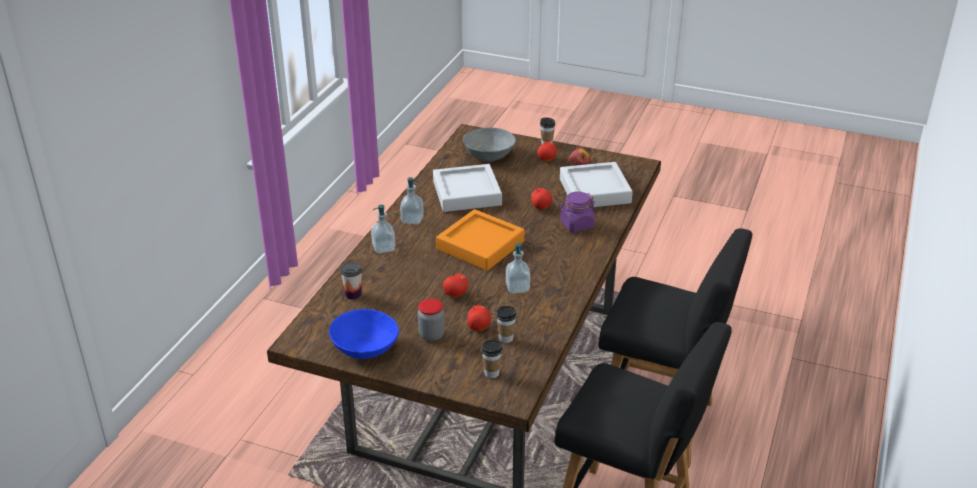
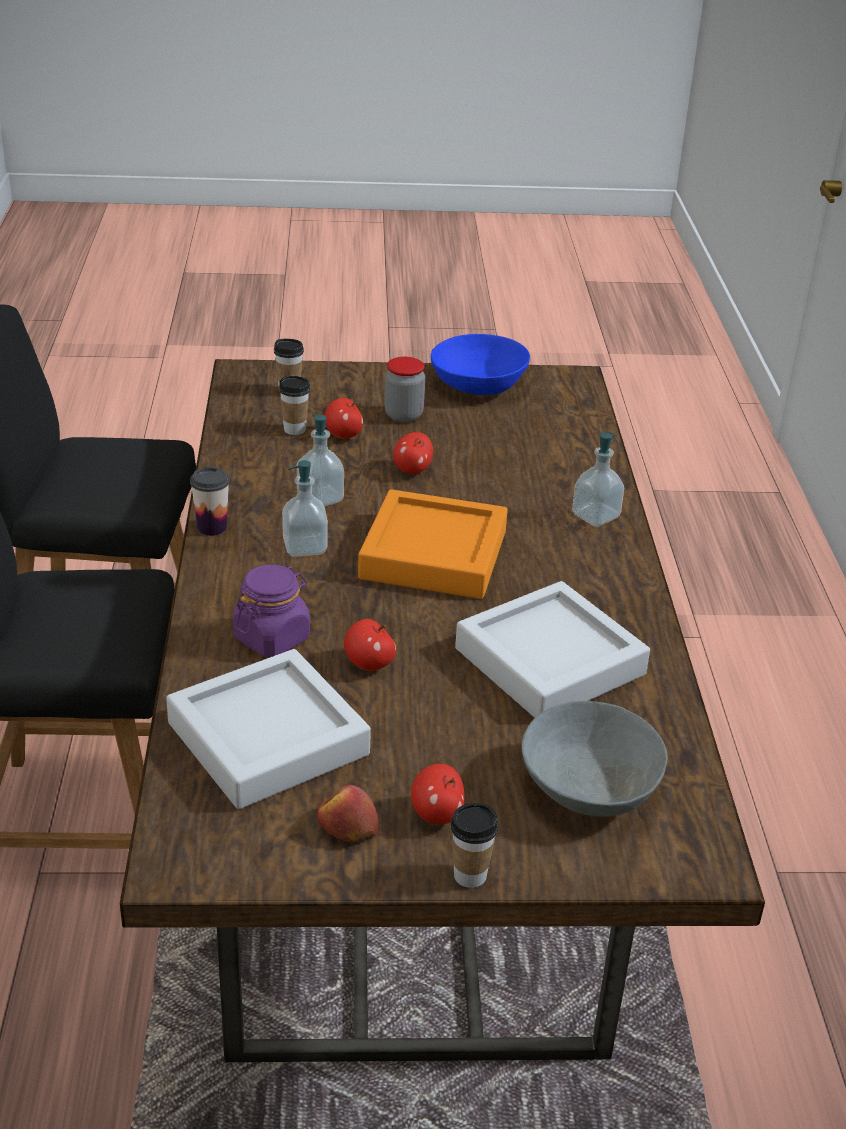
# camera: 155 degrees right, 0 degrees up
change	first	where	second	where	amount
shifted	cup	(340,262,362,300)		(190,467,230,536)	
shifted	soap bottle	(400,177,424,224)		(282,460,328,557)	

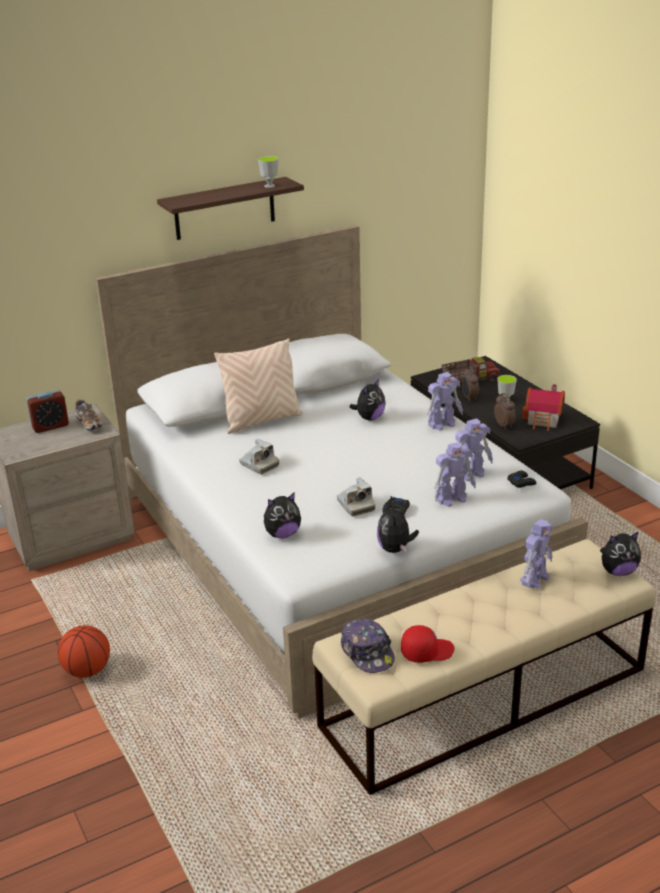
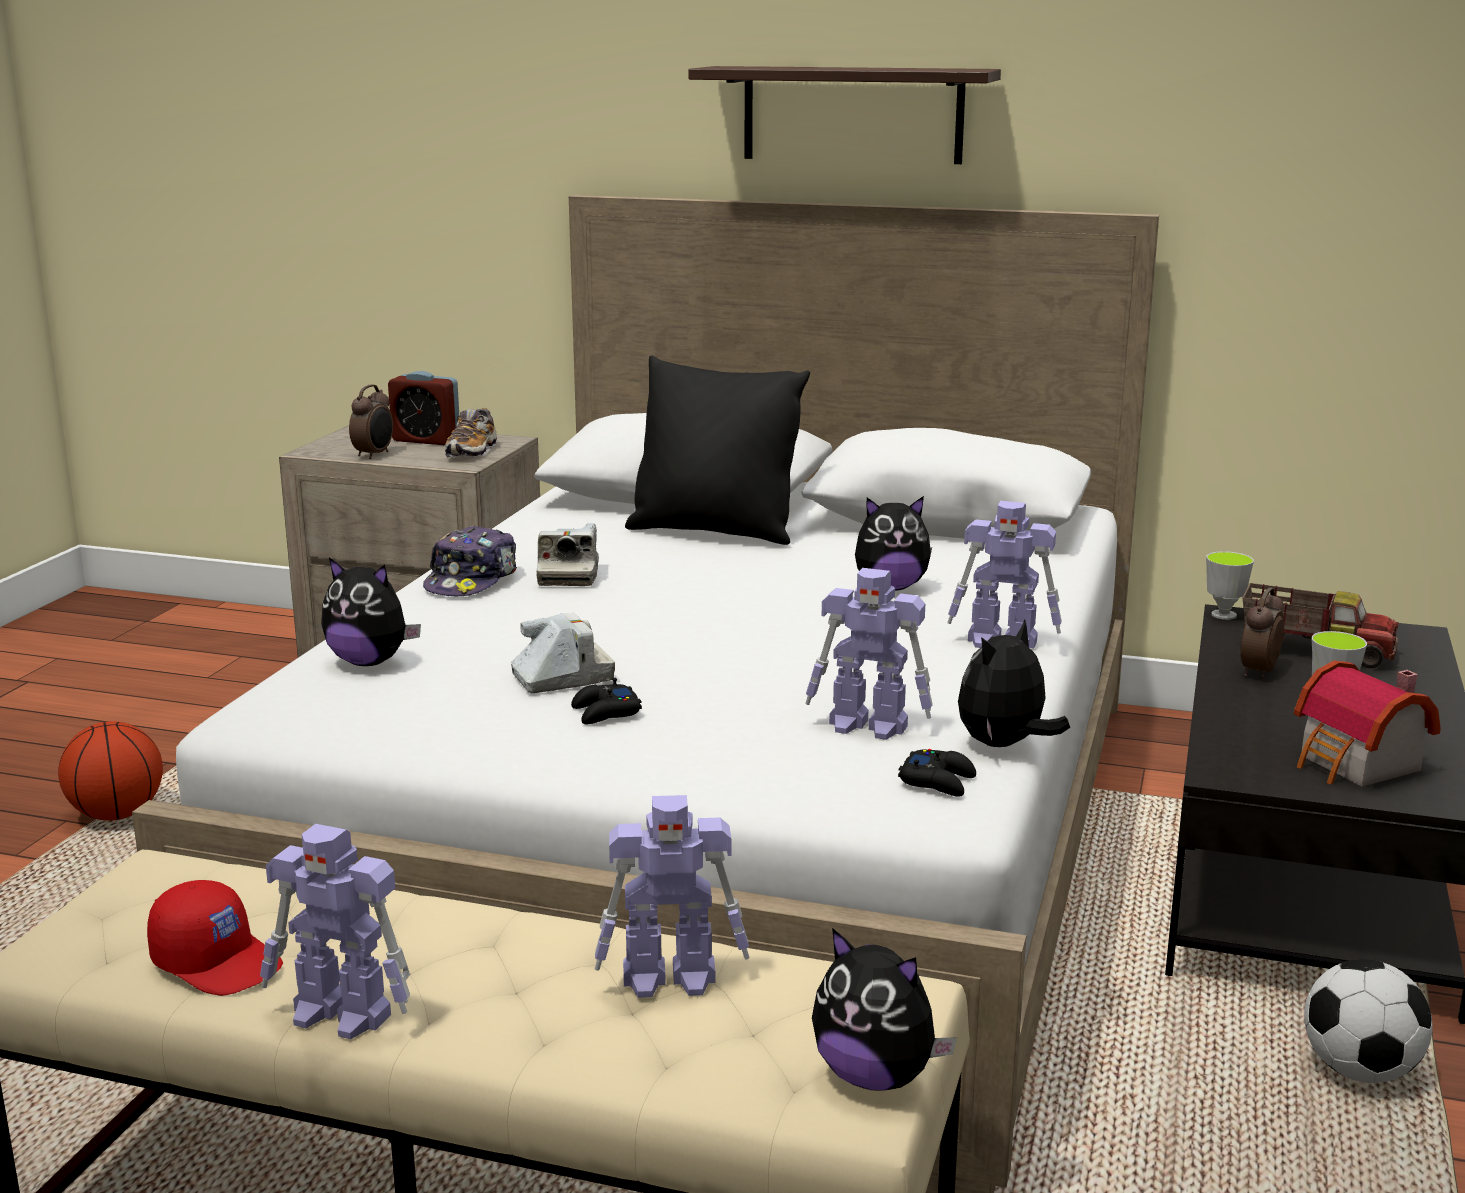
# camera: 45 degrees right, 10 degrees down
change	first	where	second	where	amount
repainted	beige throw pillow	(214,338,303,434)	black throw pillow	(625,355,810,545)	
shifted	cup	(258,156,279,188)		(1206,551,1254,620)	
rotated	still camera	(337,477,376,517)		(511,612,615,693)	135 degrees counterclockwise
shifted	peaked cap	(341,618,395,673)		(423,525,517,596)	
shifted	soft toy	(377,501,419,553)		(958,620,1070,747)	
shifted	model robot	(434,442,476,507)		(260,824,410,1039)	
shifted	bedside clock	(494,393,516,429)		(349,384,393,459)	
new			football ball	(1304,959,1432,1083)	

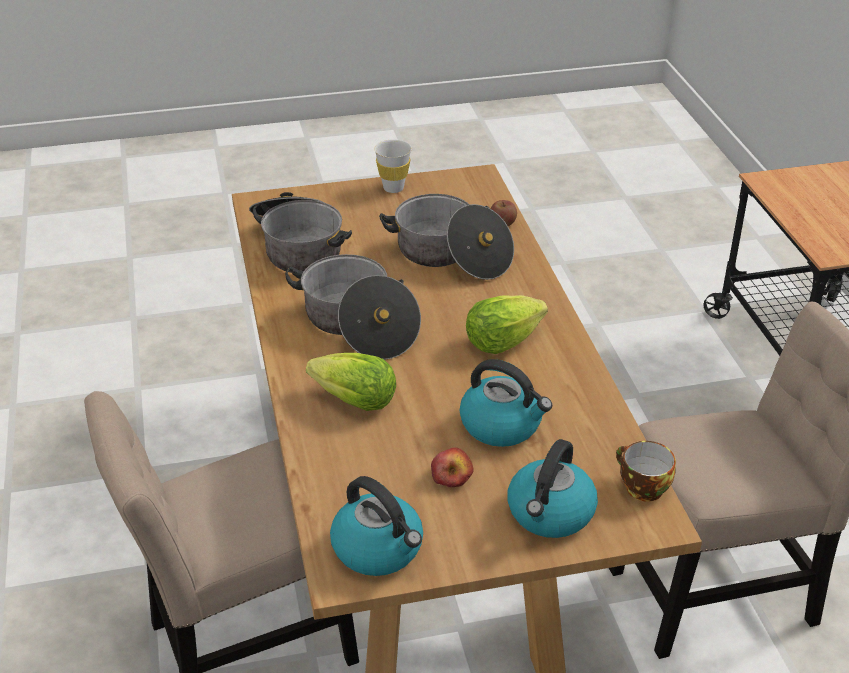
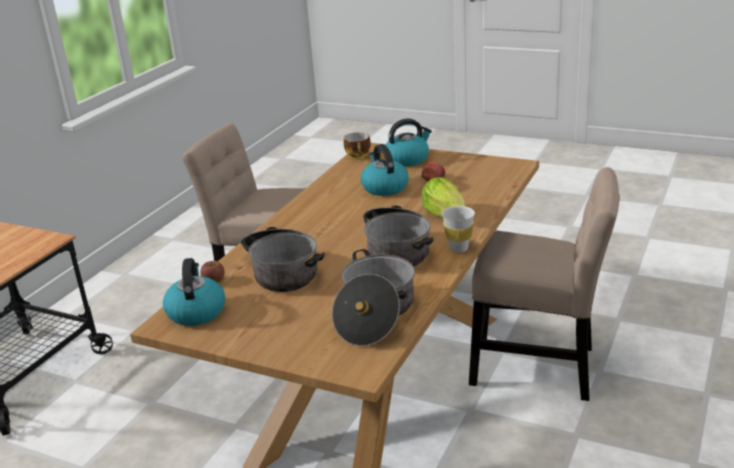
# camera: 140 degrees left, 10 degrees down
change	first	where	second	where	amount
shifted	tea kettle	(330,476,423,576)		(163,258,225,326)	
shifted	whitish cup	(374,139,412,193)		(442,206,475,253)	
gone	head of lettuce	(466,295,548,354)			

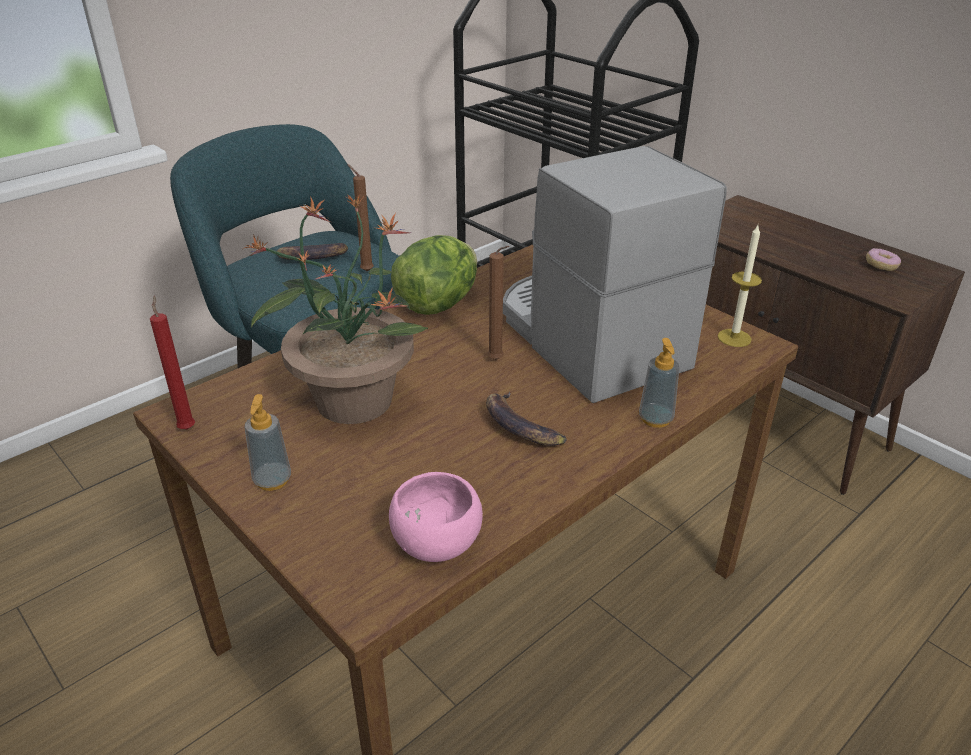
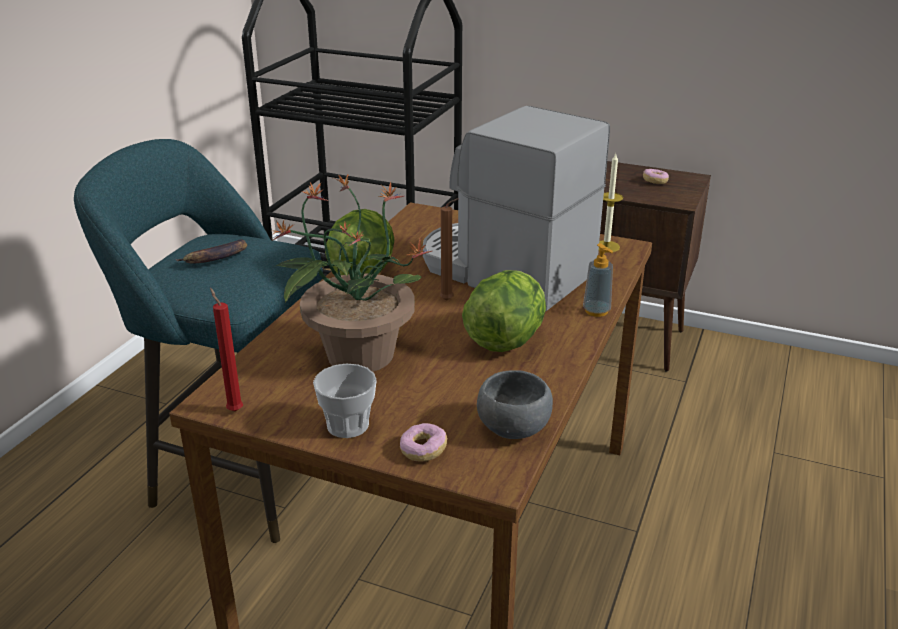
# camera: 25 degrees left, 5 degrees down
change	first	where	second	where	amount
swapped	soap bottle	(245,394,291,491)	cup	(313,364,377,438)	
gone	brown wax candle	(347,164,374,272)			
repainted	pink deep dish	(389,472,483,562)	gray deep dish	(477,370,553,439)	
swapped	banana	(486,392,567,446)	head of lettuce	(462,270,546,352)	
new			ring doughnut	(400,423,447,462)	

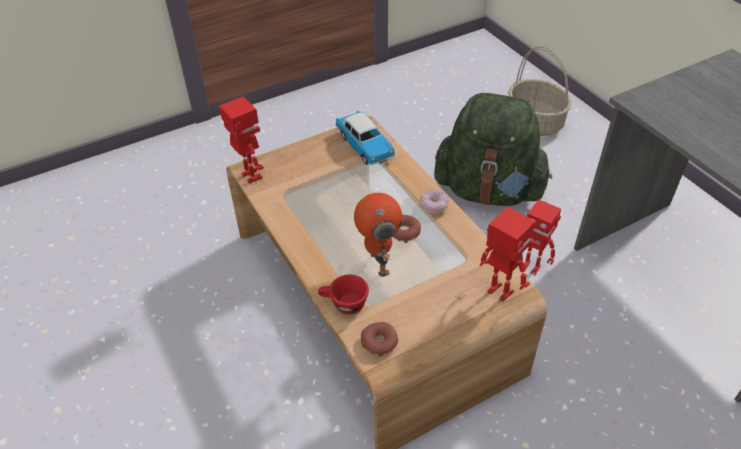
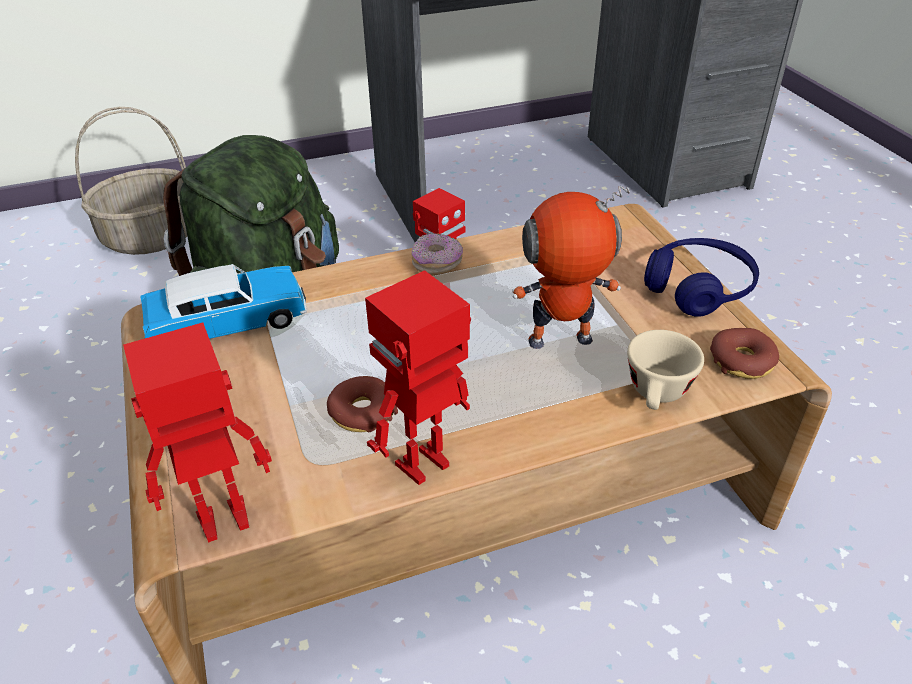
# camera: 80 degrees left, 5 degrees down
change	first	where	second	where	amount
repainted	reddish cup	(318,275,369,314)	beige cup	(627,330,704,410)	
shifted	ring doughnut	(392,215,421,243)		(327,376,398,432)	
shifted	model robot	(480,206,535,301)		(365,270,471,485)	
new			blue-coloured headphones	(644,238,759,317)	

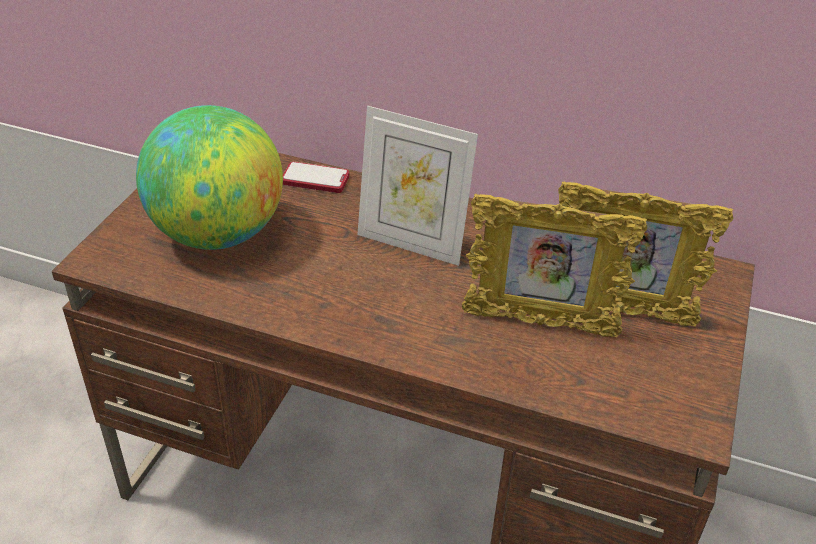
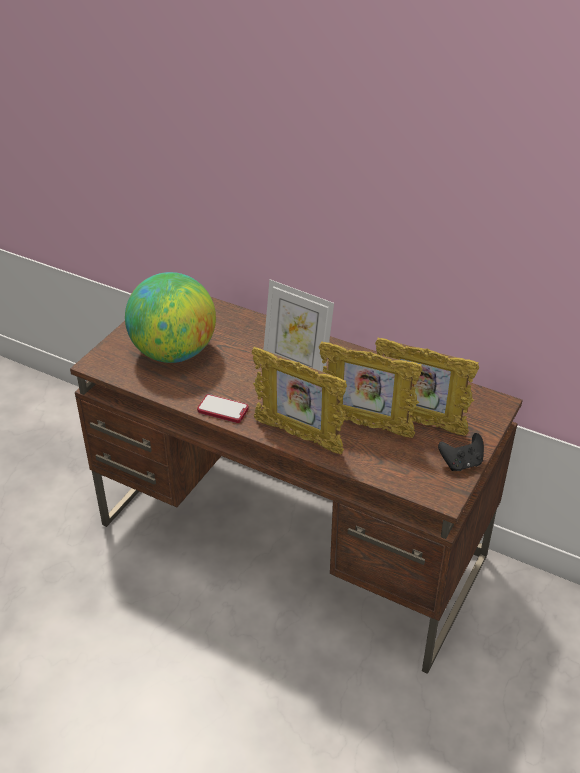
# camera: 10 degrees right, 0 degrees up
change	first	where	second	where	amount
shifted	handset	(283,162,349,193)		(197,394,249,423)	
new			picture frame	(252,347,347,455)	
new			black game controller	(438,433,484,471)	

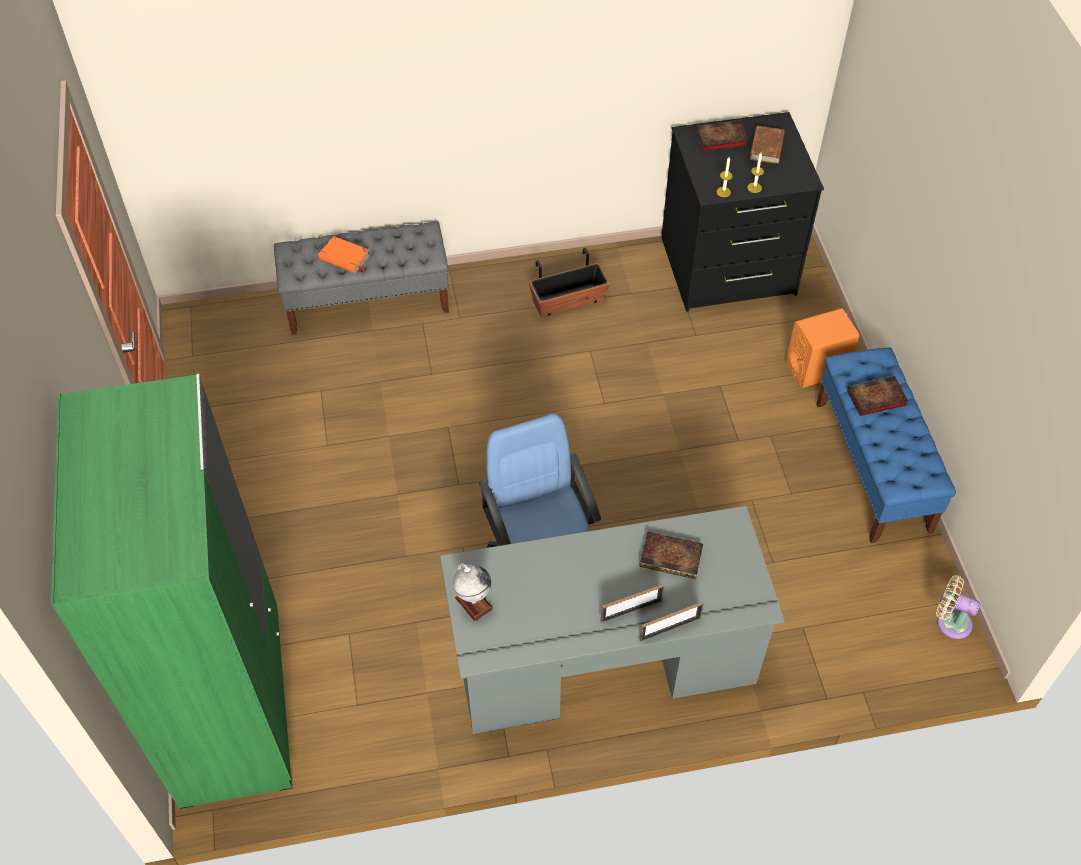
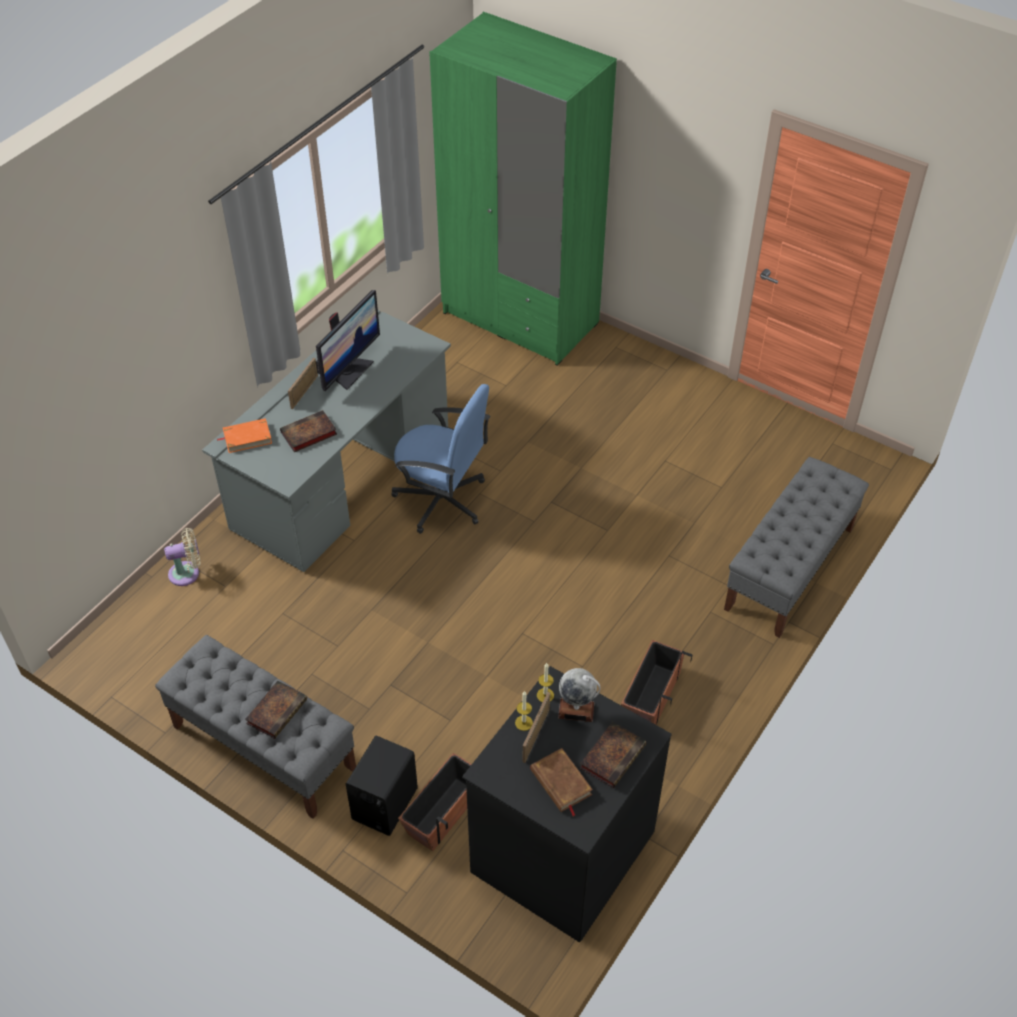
# camera: 135 degrees right, 5 degrees down
change	first	where	second	where	amount
shifted	orangey book	(318,236,370,273)		(218,418,272,453)	
shifted	world globe	(453,563,494,622)		(558,668,600,722)	
shifted	picture frame	(639,602,704,642)		(522,692,550,763)	
repainted	orangey speaker	(786,308,859,388)	black speaker	(346,736,418,836)	
repainted	blue-coloured long seat	(816,348,956,543)	gray long seat	(155,635,356,819)	
shifted	beige cooling fan	(936,575,980,639)		(164,528,201,586)	
new			monitor	(316,290,380,391)	
new			plant pot	(398,753,472,851)	

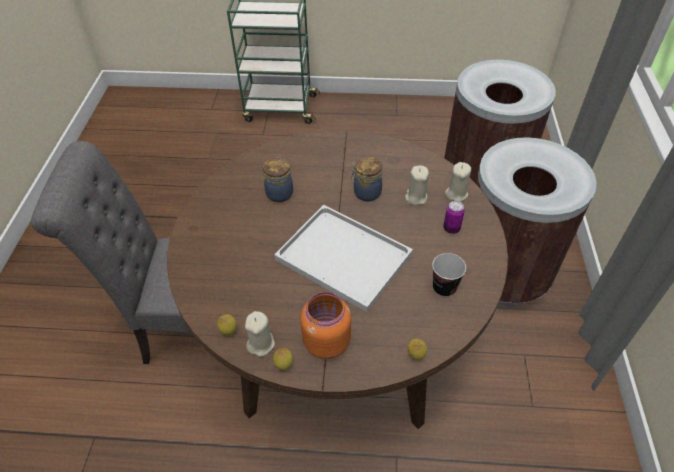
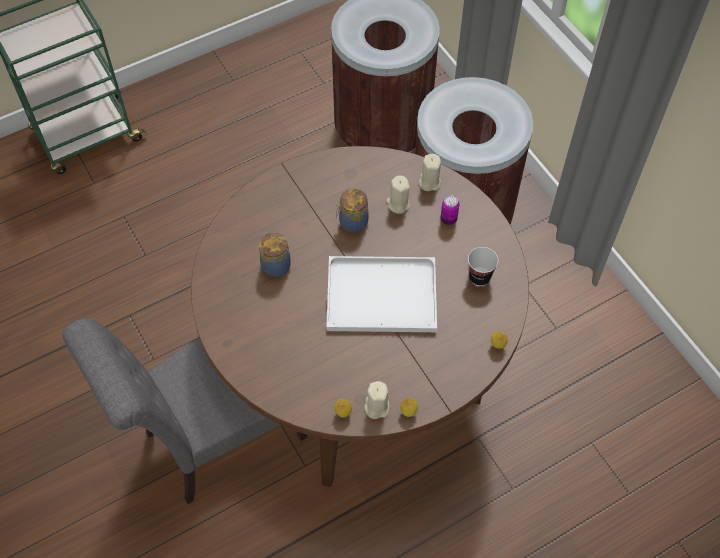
# camera: 35 degrees left, 10 degrees up
change	first	where	second	where	amount
gone	orangey storage jar	(301,292,351,359)			

